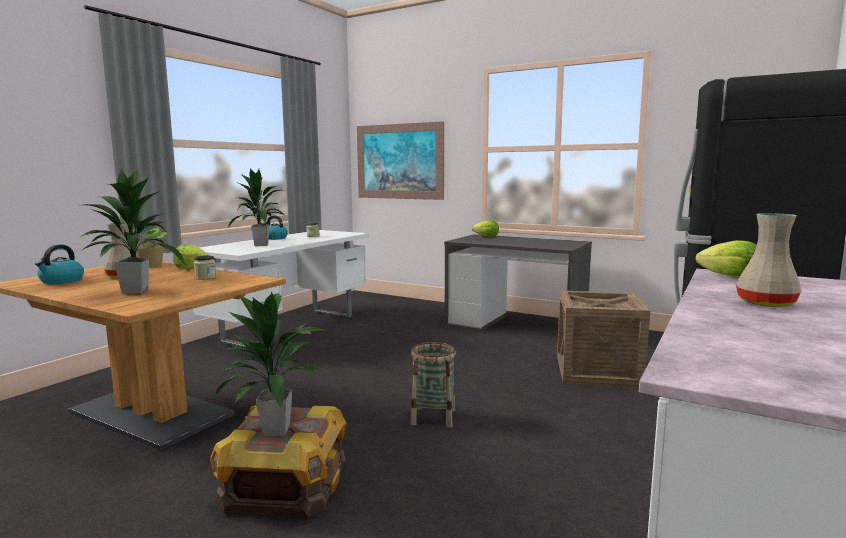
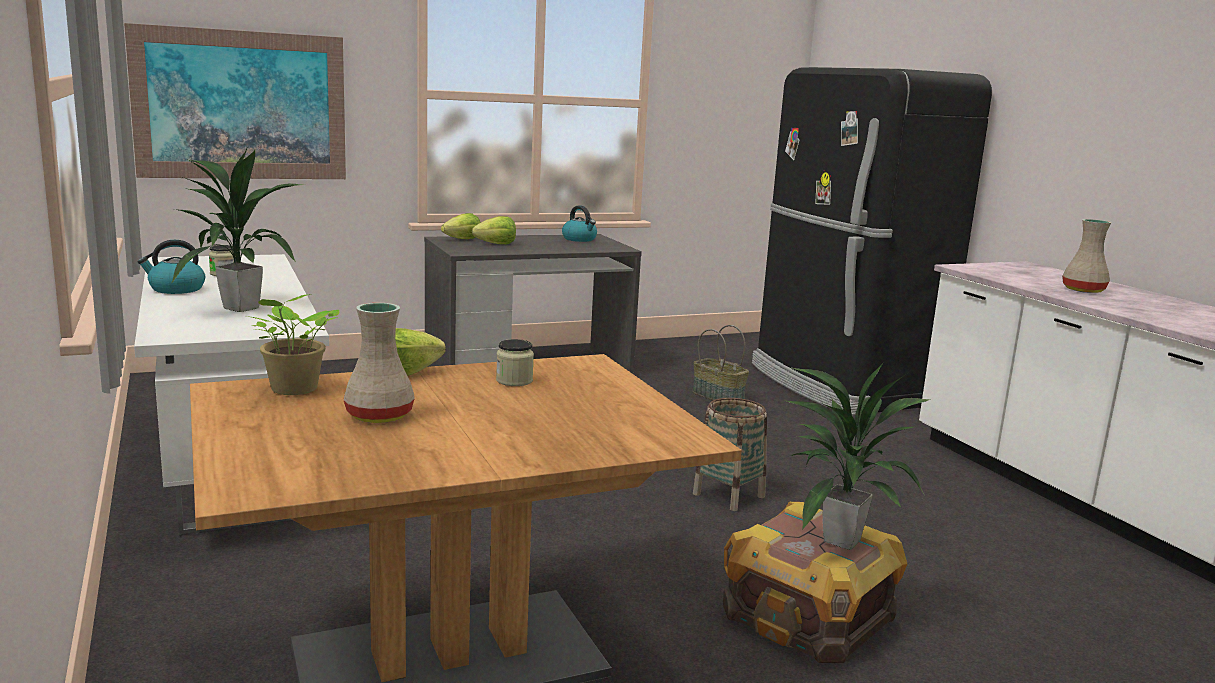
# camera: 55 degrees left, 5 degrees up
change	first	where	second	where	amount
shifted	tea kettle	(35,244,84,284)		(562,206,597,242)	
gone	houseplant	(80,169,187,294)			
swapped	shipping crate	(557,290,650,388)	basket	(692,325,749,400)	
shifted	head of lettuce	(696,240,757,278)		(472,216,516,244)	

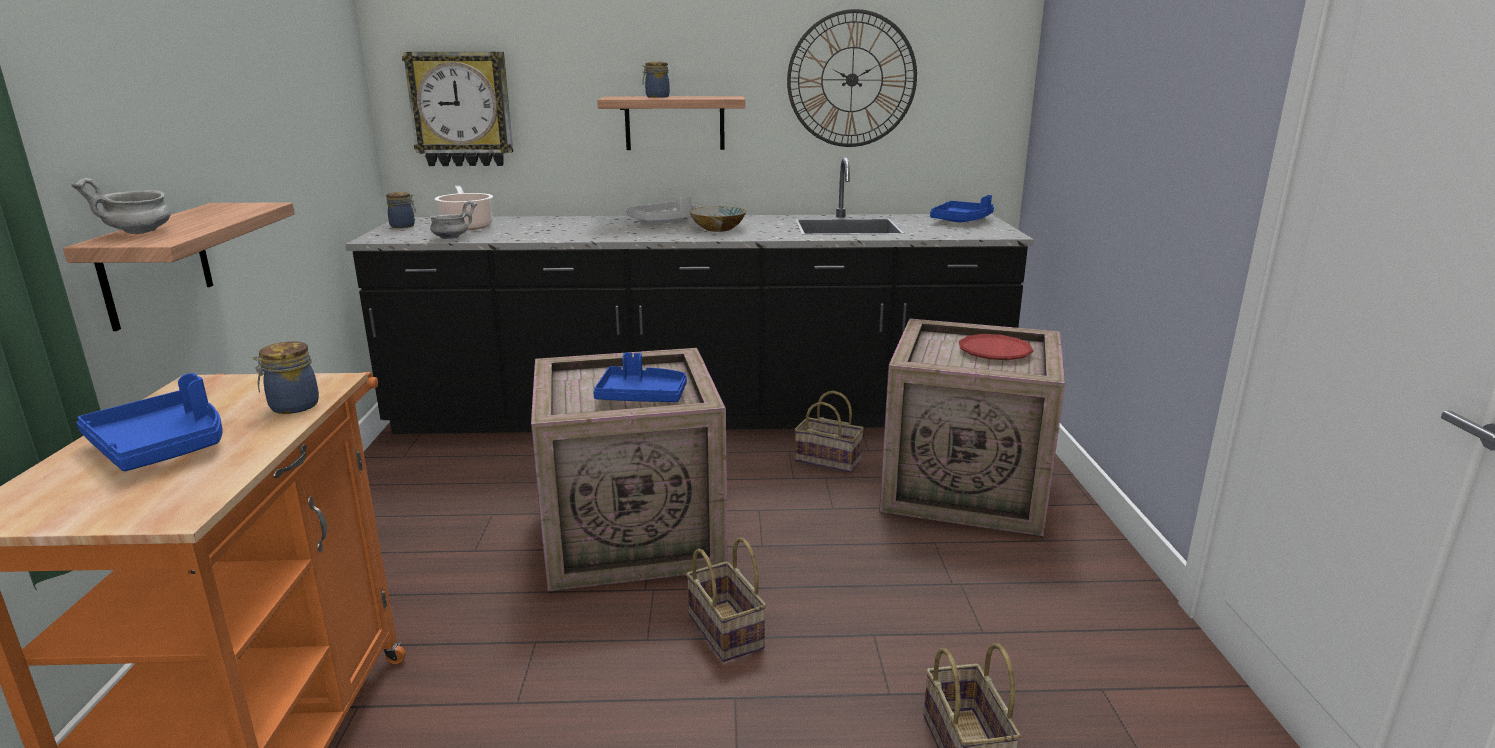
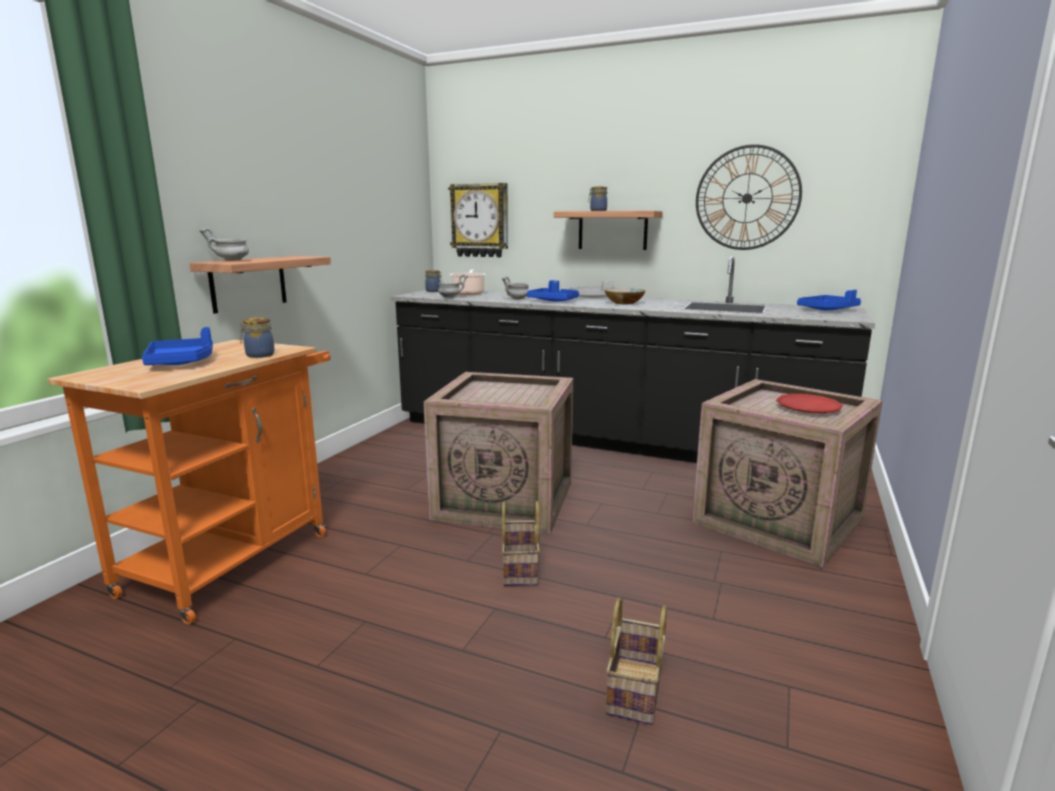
# camera: 25 degrees right, 5 degrees down
change	first	where	second	where	amount
shifted	blue-coloured tray	(593,353,687,402)		(527,280,579,301)	
gone	basket	(794,391,864,473)			
new			gray deep dish	(502,276,529,300)	

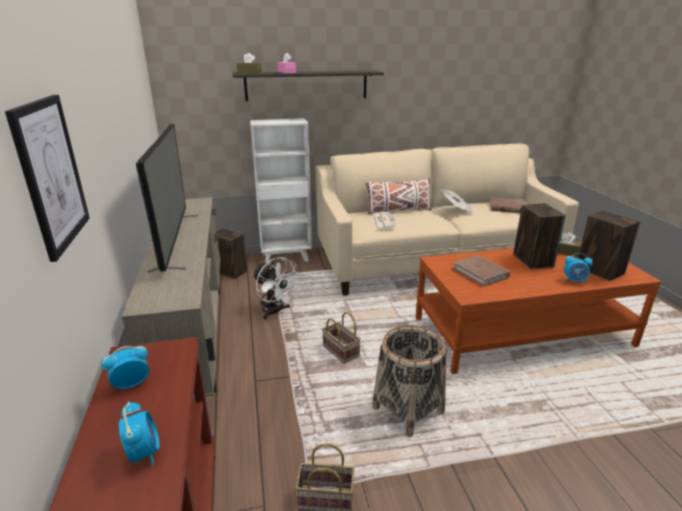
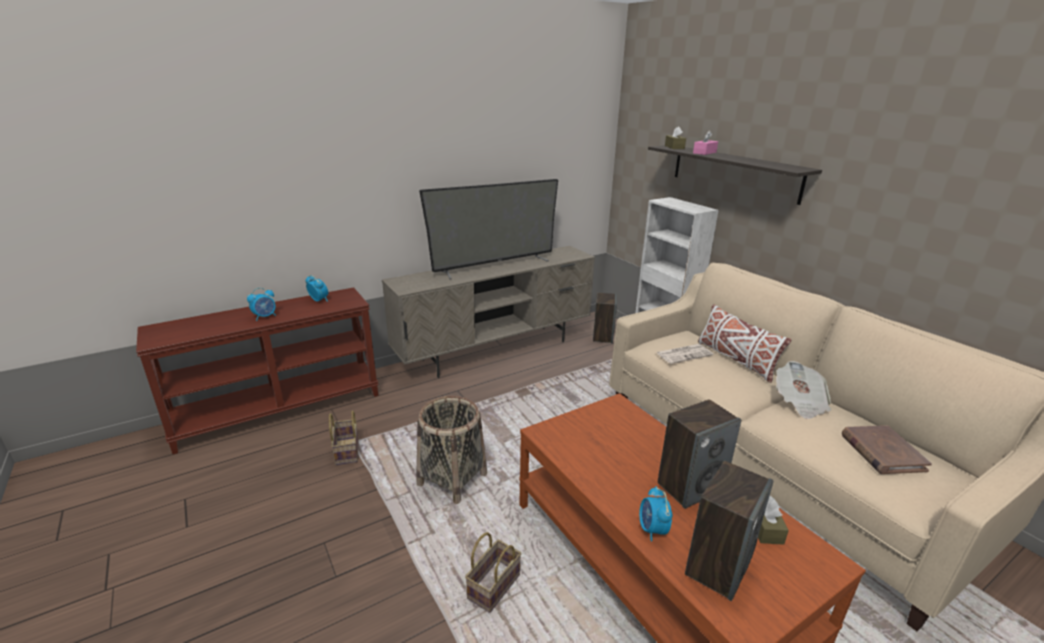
# camera: 70 degrees right, 0 degrees up
change	first	where	second	where	amount
gone	wall picture	(5,95,90,262)			
gone	whitish cooling fan	(253,257,301,319)			
shifted	basket	(322,312,361,364)		(465,532,521,613)	
gone	brown book	(452,255,510,287)			

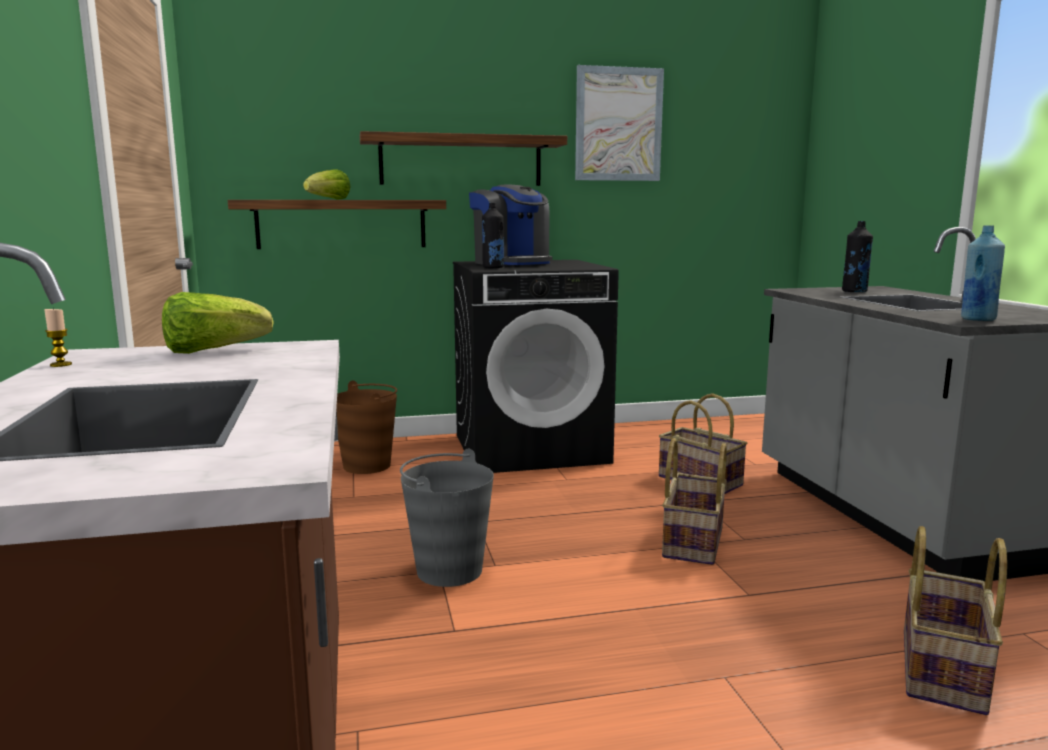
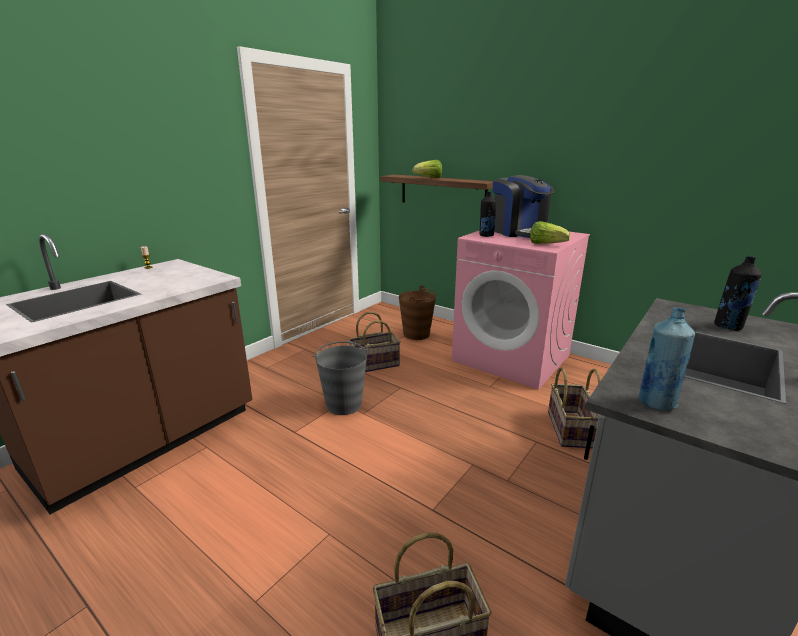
# camera: 50 degrees right, 10 degrees up
change	first	where	second	where	amount
shifted	head of lettuce	(162,292,274,354)		(530,221,571,244)	
gone	shelf	(360,131,567,186)			
repainted	black laundry appliance	(453,260,619,473)	pink laundry appliance	(452,230,590,390)	
rotated	coffee machine	(469,185,552,266)		(493,175,554,238)	45 degrees counterclockwise
gone	wall picture	(575,65,664,181)			
shifted	basket	(662,438,727,565)		(348,312,401,372)	

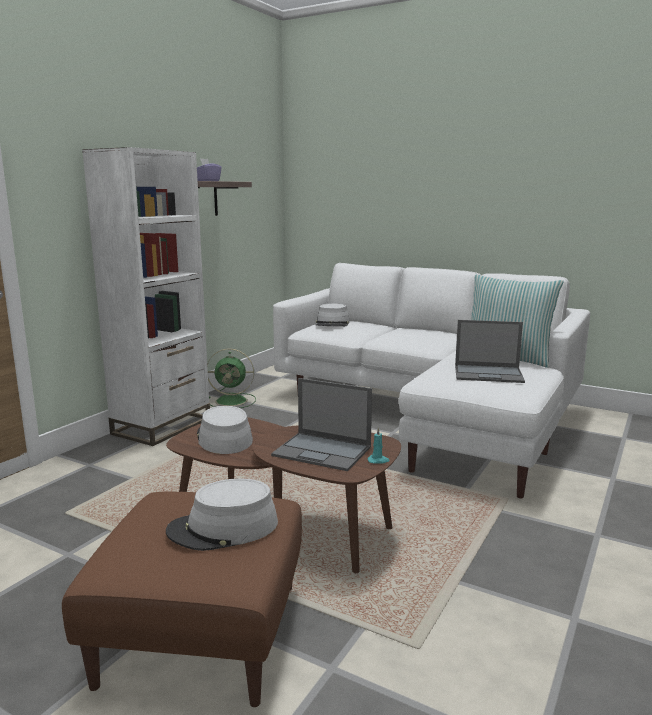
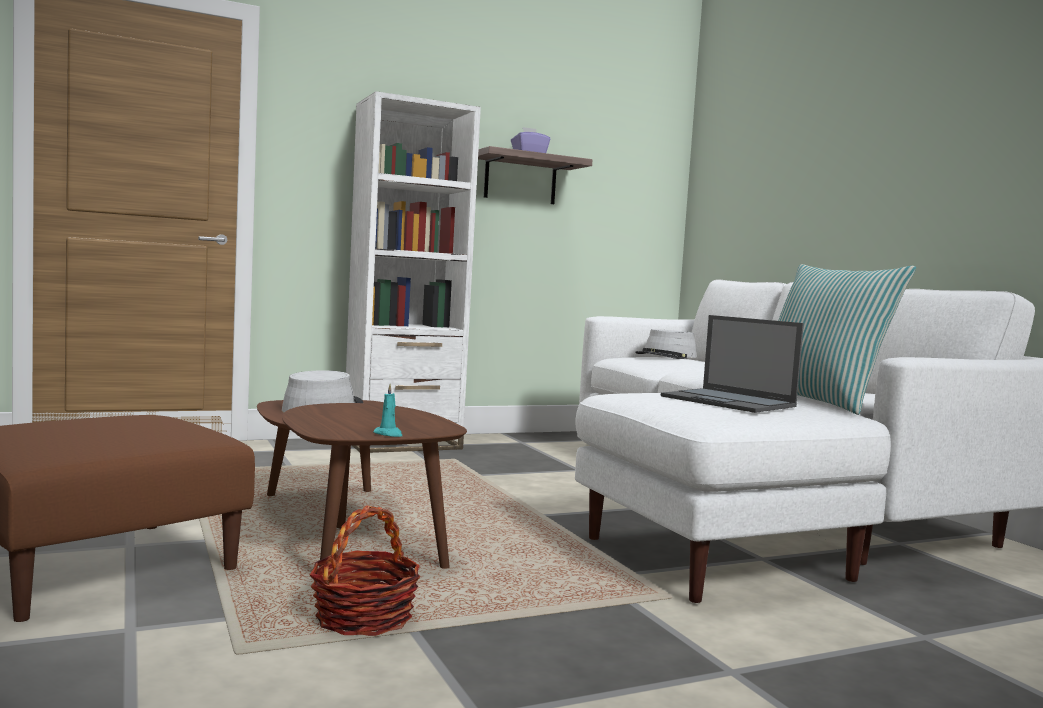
# camera: 35 degrees right, 10 degrees down
change	first	where	second	where	amount
gone	gray hat	(166,478,278,551)			
gone	green cooling fan	(207,349,256,408)			
gone	notebook computer	(271,378,372,471)			
new			basket	(310,505,420,636)	

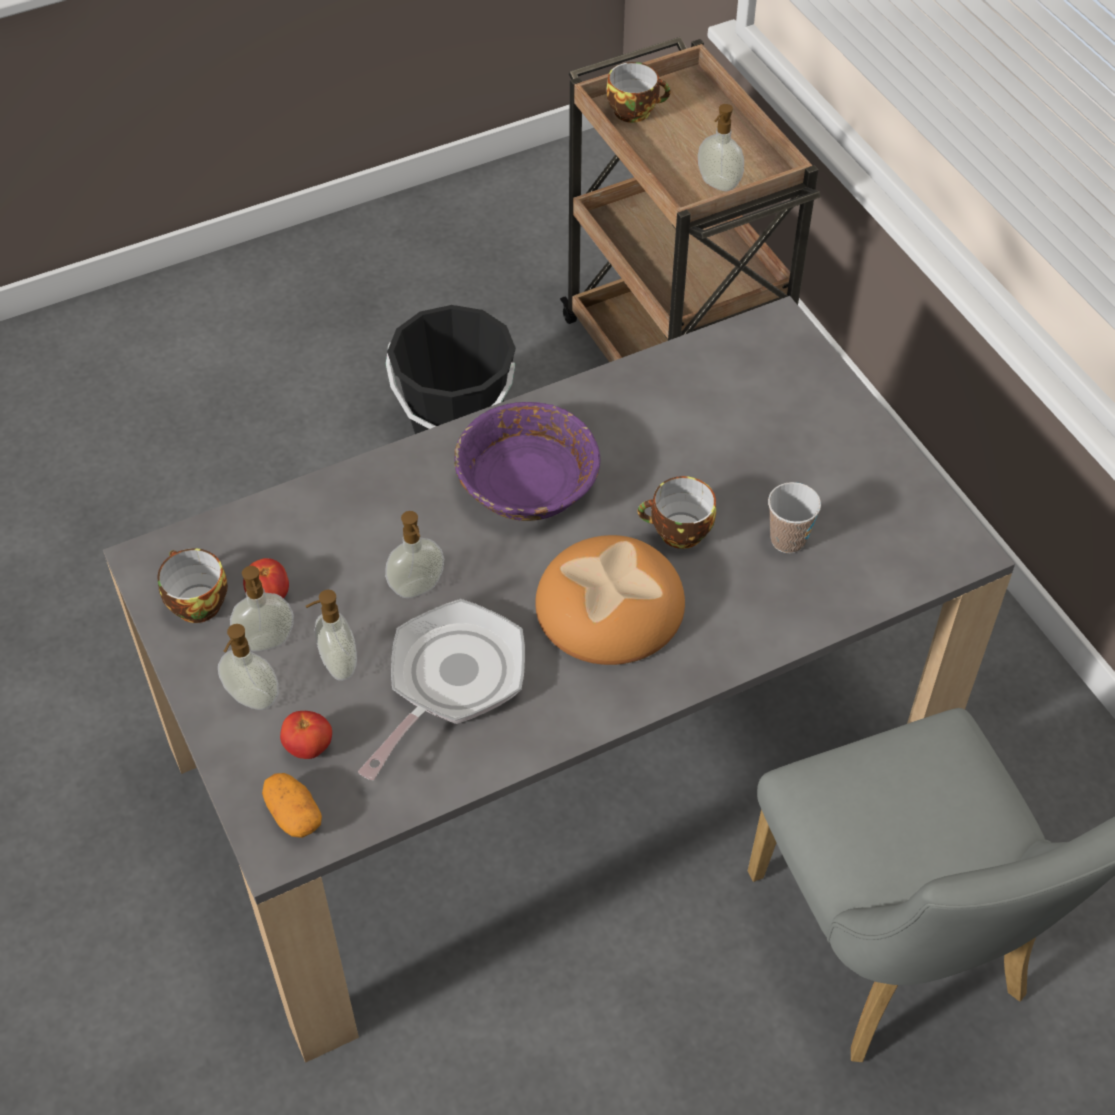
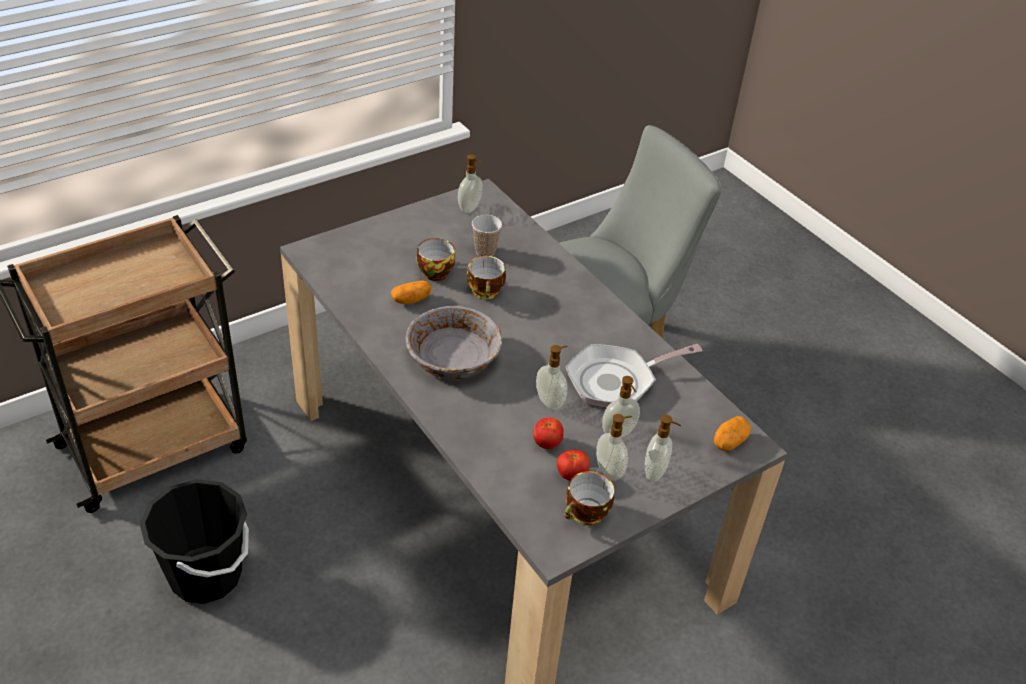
# camera: 100 degrees left, 10 degrees down
change	first	where	second	where	amount
shifted	tomato	(280,711,332,759)		(534,417,564,449)	
rotated	frying pan	(358,599,525,780)		(566,344,702,408)	45 degrees counterclockwise
repainted	purple-coloured deep dish	(454,402,600,521)	gray deep dish	(406,306,502,379)	
gone	bakery bread	(535,535,685,665)			
shifted	cup	(607,62,671,123)		(417,238,455,281)	
shifted	soap bottle	(698,104,744,191)		(458,154,482,213)	
new			potato	(391,280,432,304)	

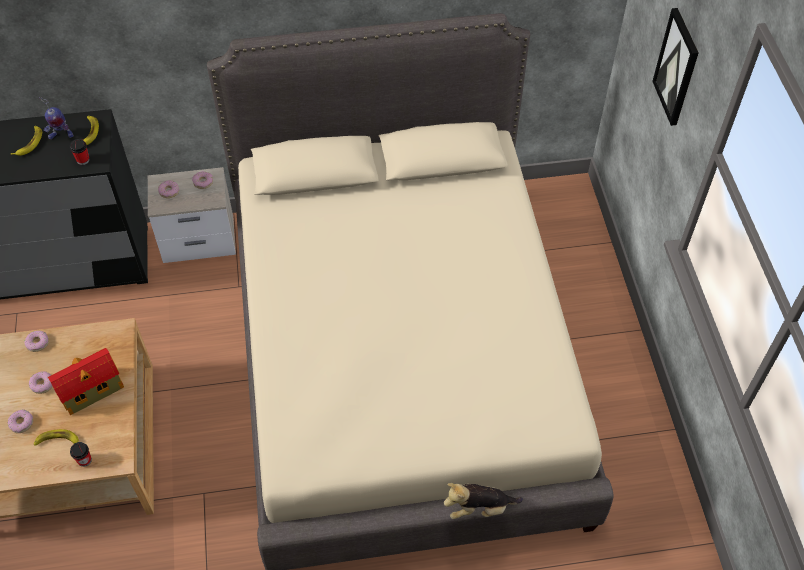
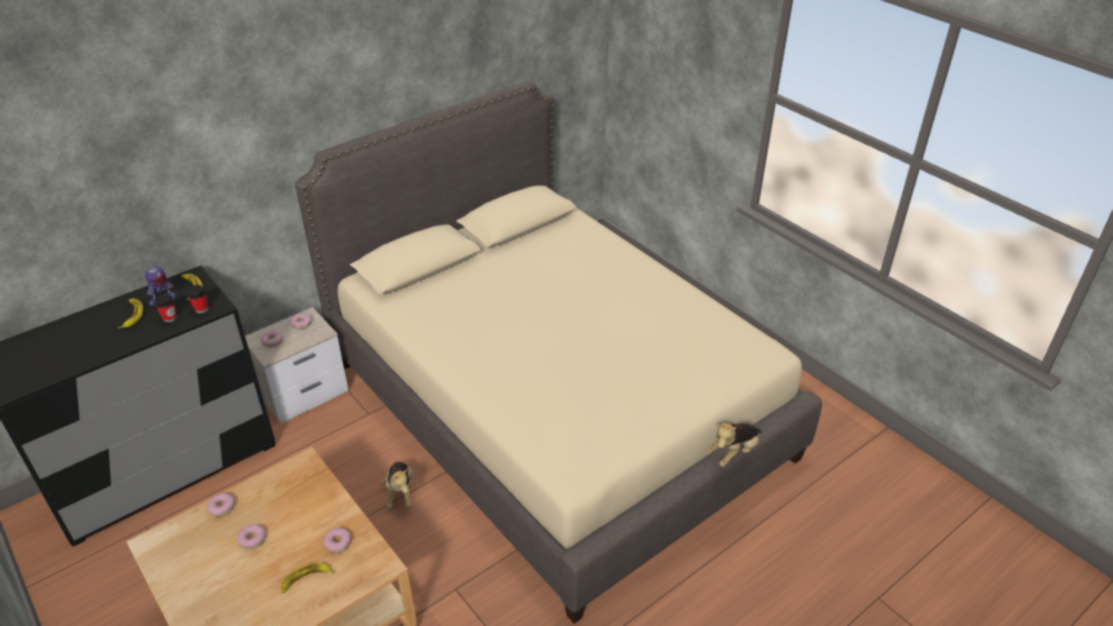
# camera: 30 degrees left, 15 degrees down
change	first	where	second	where	amount
shifted	ring doughnut	(8,410,33,433)		(324,528,351,553)	
gone	miniature house	(48,348,124,415)			
shifted	cup	(70,442,92,467)		(155,294,177,322)	
gone	wall picture	(652,8,698,126)			
new			soft toy	(380,462,412,508)	

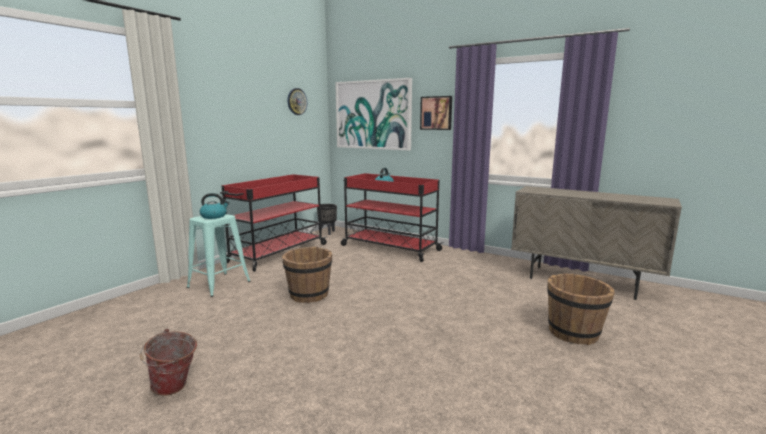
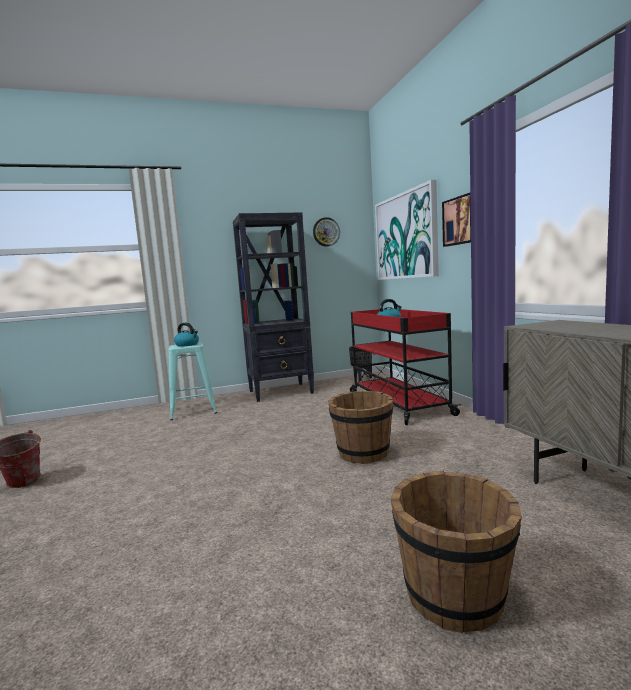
# camera: 40 degrees right, 5 degrees down
change	first	where	second	where	amount
swapped	reddish wheeled cart	(220,174,327,271)	black bookcase	(233,212,314,402)	
shifted	brown water bucket	(282,247,332,303)		(328,391,393,464)	

